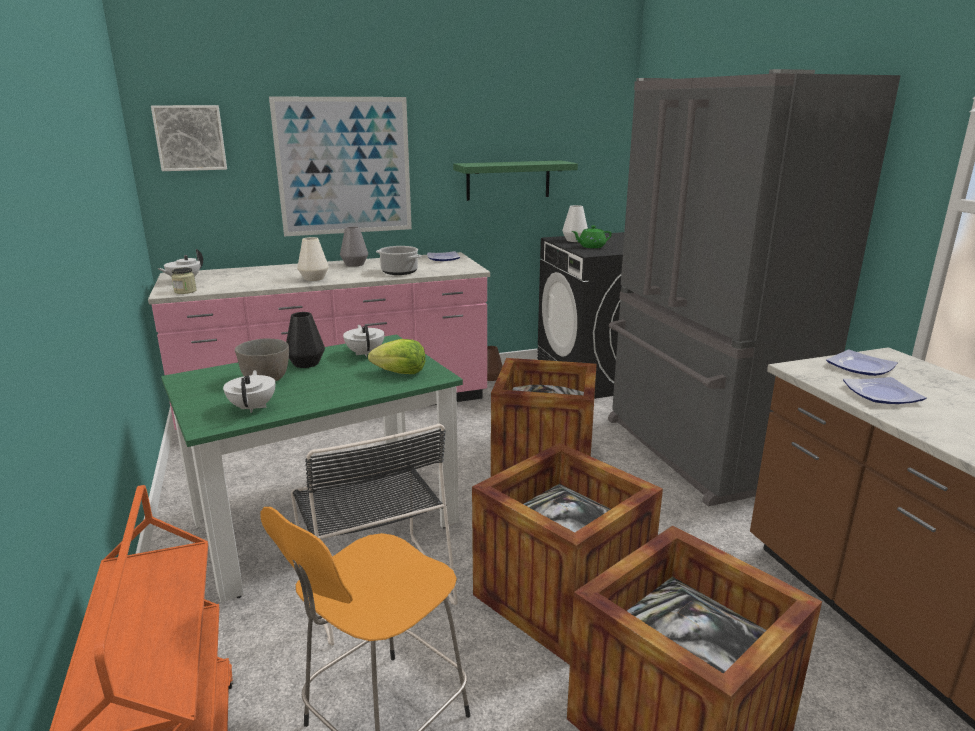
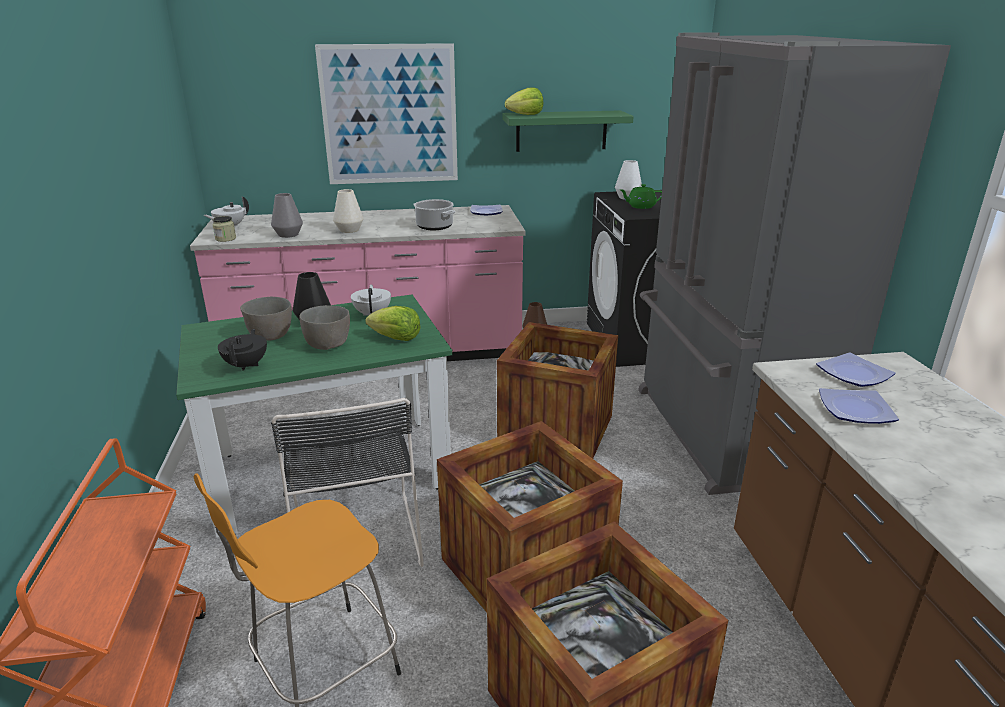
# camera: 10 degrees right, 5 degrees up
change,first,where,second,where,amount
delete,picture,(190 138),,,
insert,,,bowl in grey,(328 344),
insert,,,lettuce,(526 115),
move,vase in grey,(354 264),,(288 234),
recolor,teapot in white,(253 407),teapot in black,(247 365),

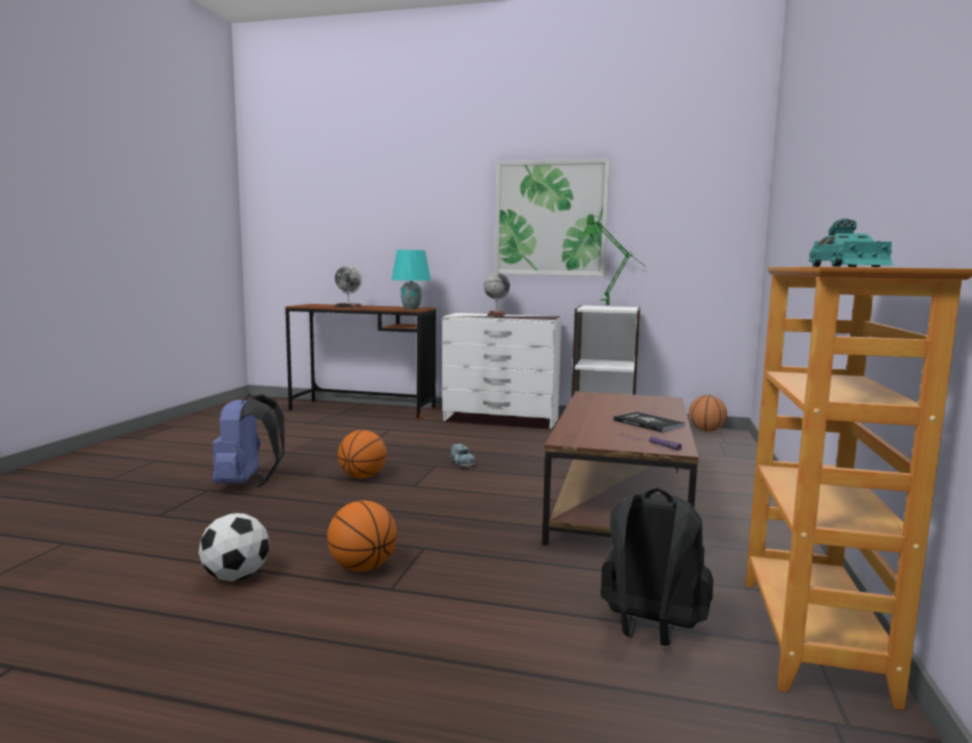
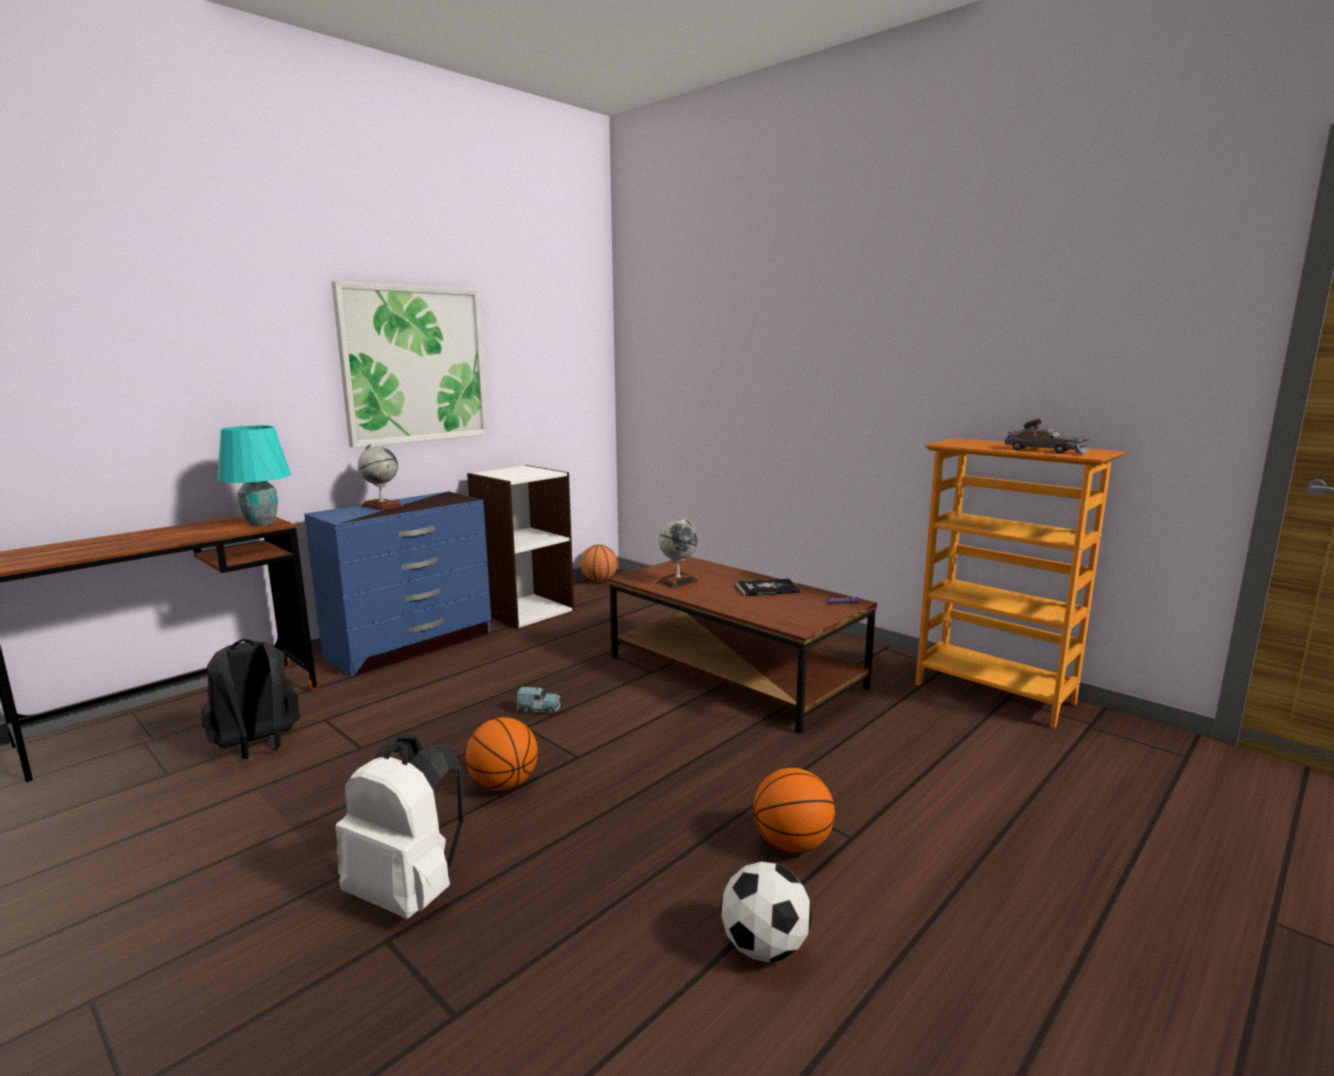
# camera: 60 degrees left, 5 degrees up
change,first,where,second,where,amount
delete,table lamp in green,(611 306),,,
move,globe,(348 307),,(678 581),
move,backpack in black,(650 630),,(257 747),
recolor,backpack in blue,(247 484),backpack in white,(409 892),
recolor,dresser in white,(501 420),dresser in blue,(412 645),
recolor,toy car in turquoise,(846 266),toy car in grey,(1045 450),

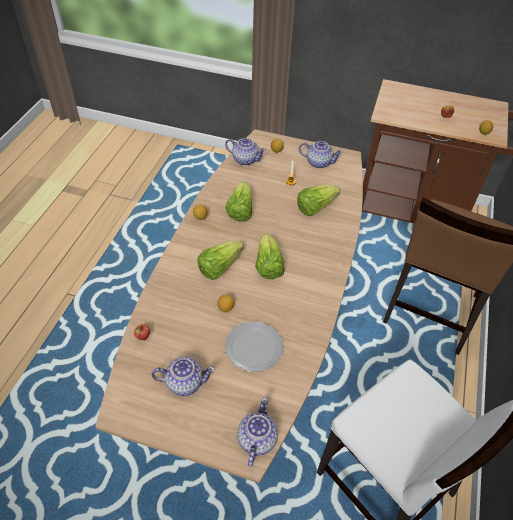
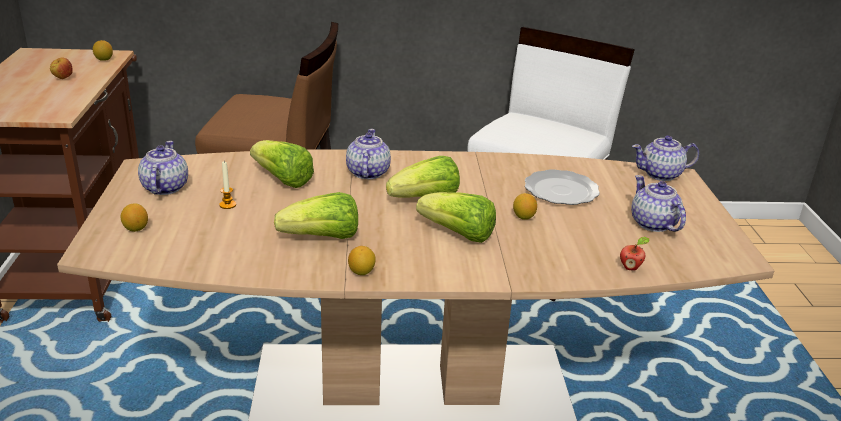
# camera: 110 degrees left, 20 degrees down
change,first,where,second,where,amount
move,teapot,(245 159),,(367 173),

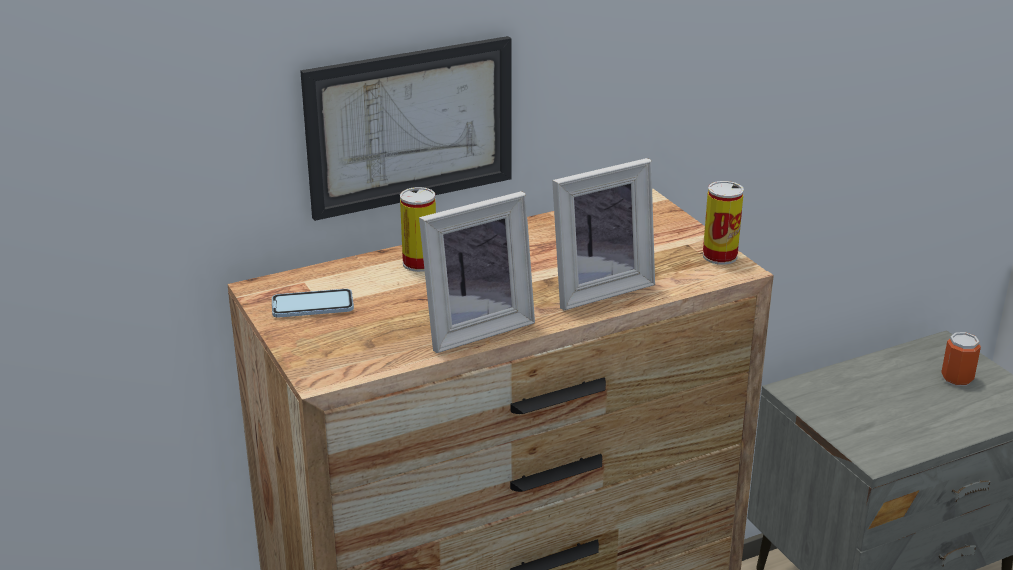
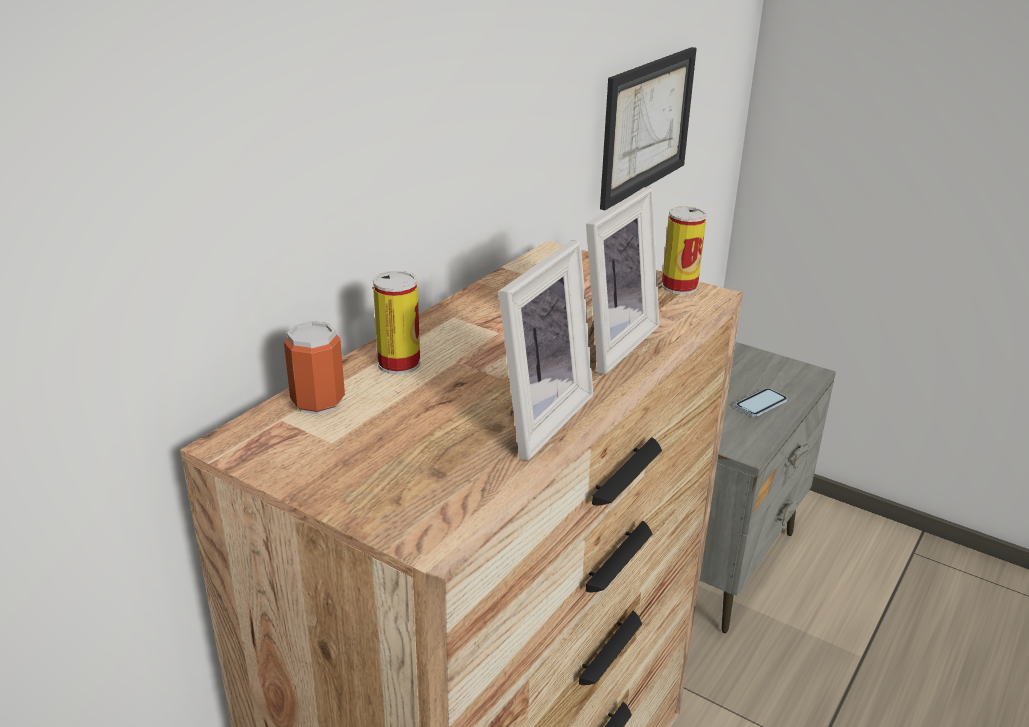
# camera: 30 degrees left, 0 degrees up
change,first,where,second,where,amount
move,phone,(312 306),,(761 404),
move,picture,(410 126),,(646 125),
move,can,(957 378),,(318 401),

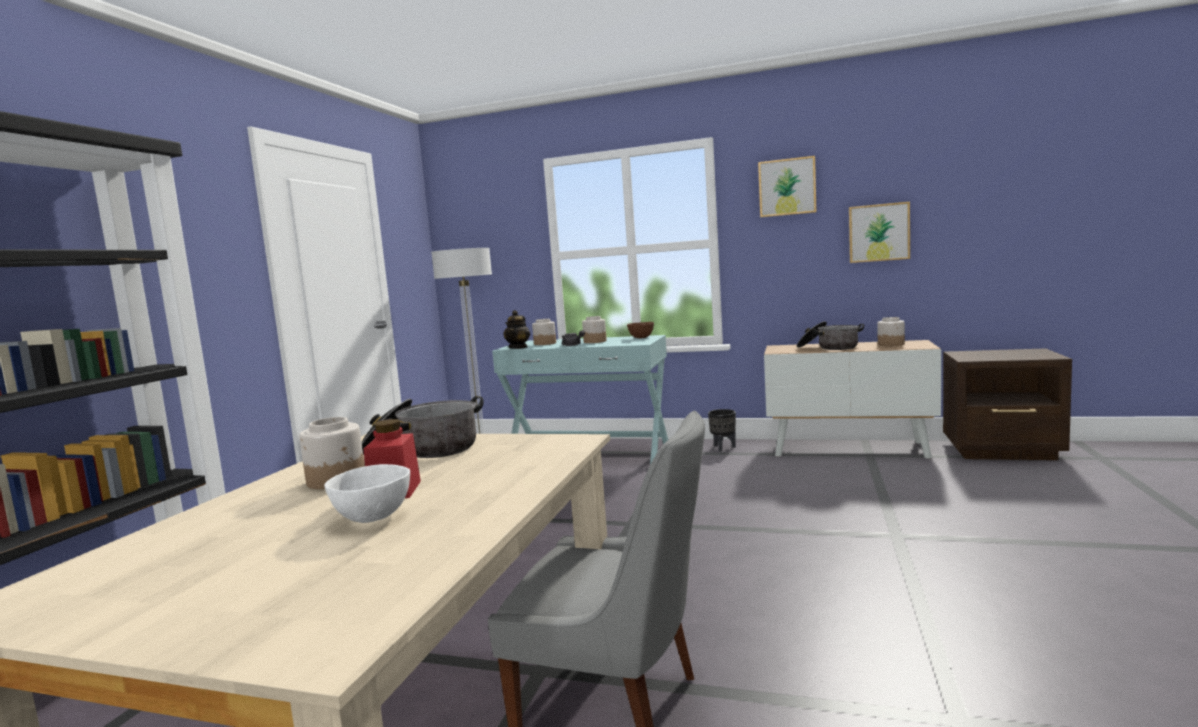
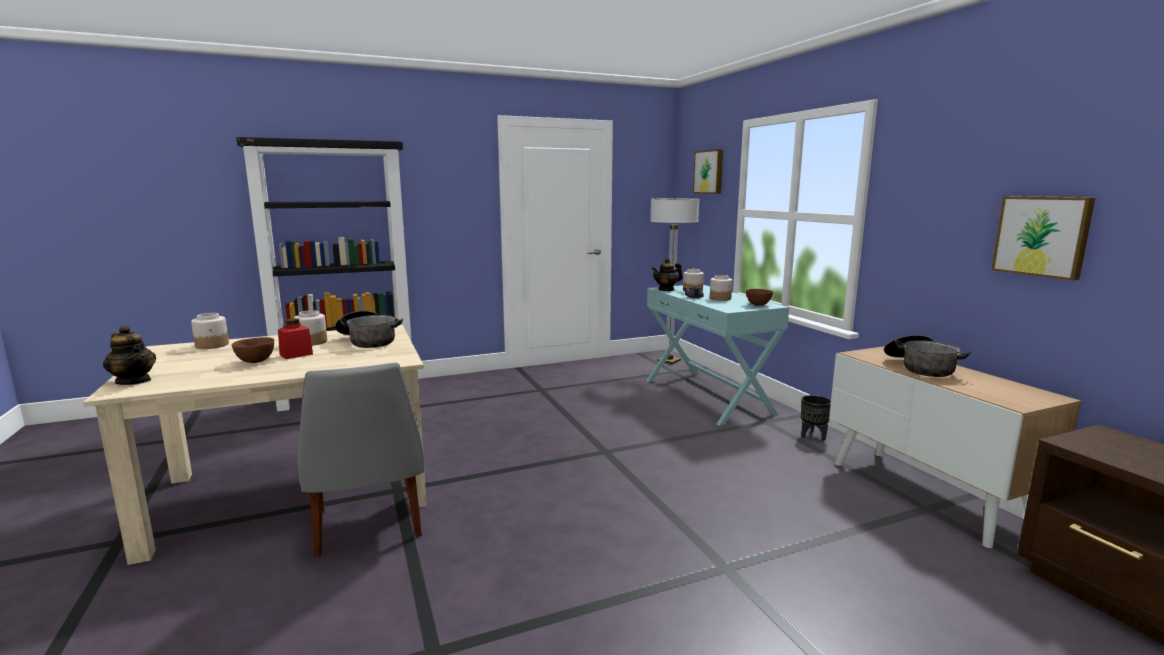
# camera: 50 degrees right, 5 degrees up
change,first,where,second,where,amount
insert,,,teapot,(134 381),
move,picture,(787 187),,(709 172),
move,jar,(891 344),,(212 345),
recolor,bowl in white,(374 518),bowl in brown,(255 361),

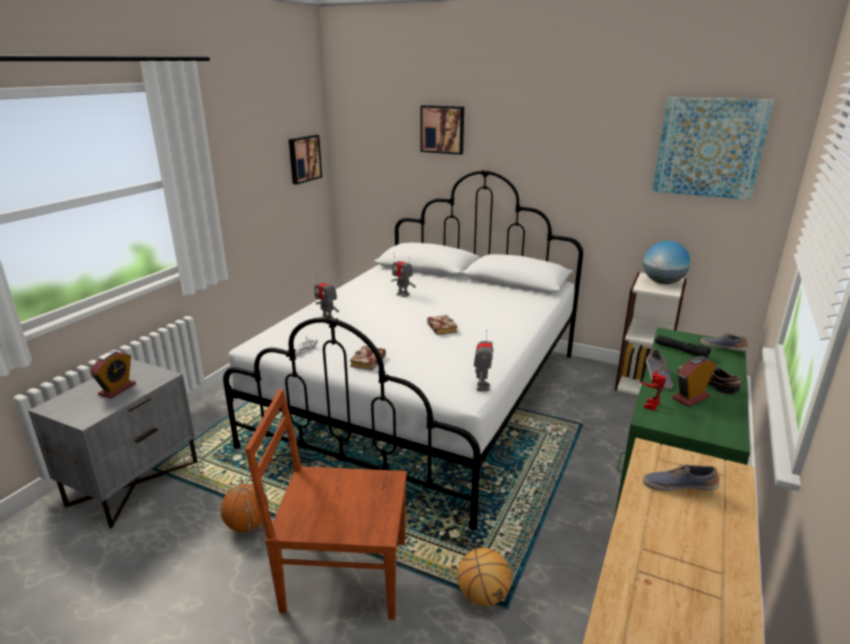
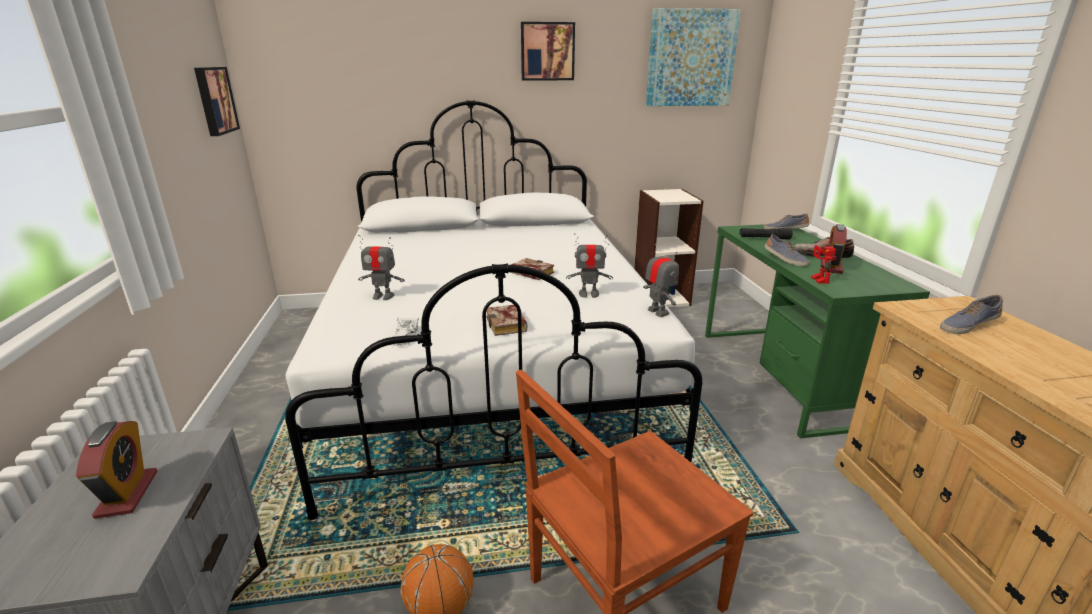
# camera: 35 degrees left, 0 degrees up
change,first,where,second,where,amount
delete,basketball,(482 595),,,
delete,globe,(662 283),,,
move,toy robot,(402 294),,(589 294),
move,picture,(443 129),,(547 51),

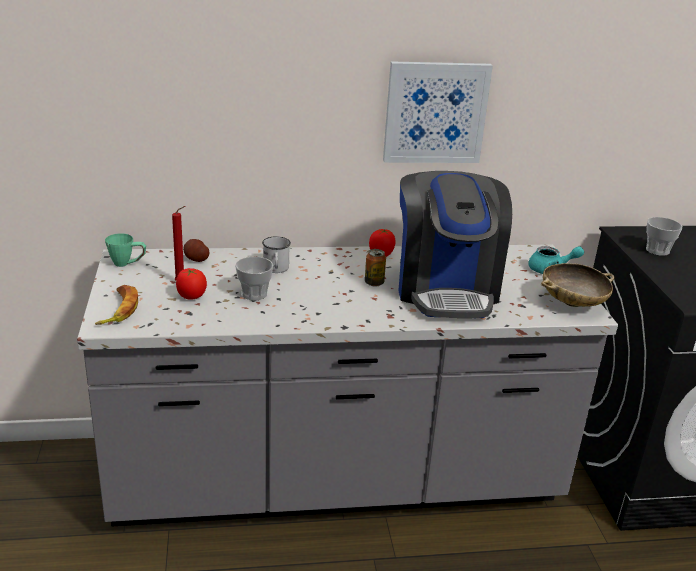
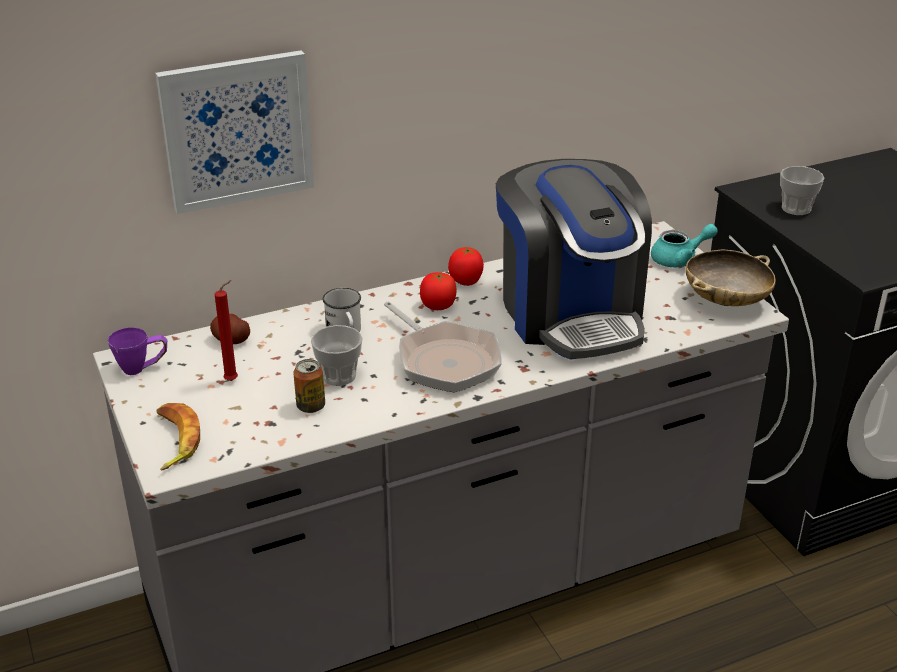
# camera: 15 degrees left, 5 degrees up
change,first,where,second,where,amount
insert,,,frying pan,(444 360),
move,tomato,(191 296),,(438 306),
move,can,(374 283),,(311 406),
move,picture,(435 112),,(237 130),
recolor,mug in green,(127 264),mug in purple,(142 368),

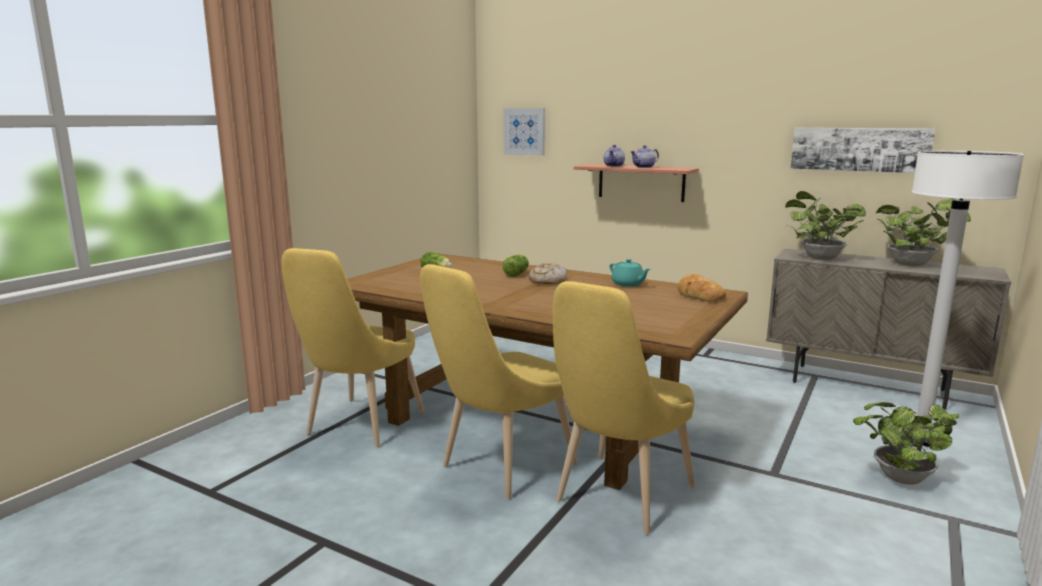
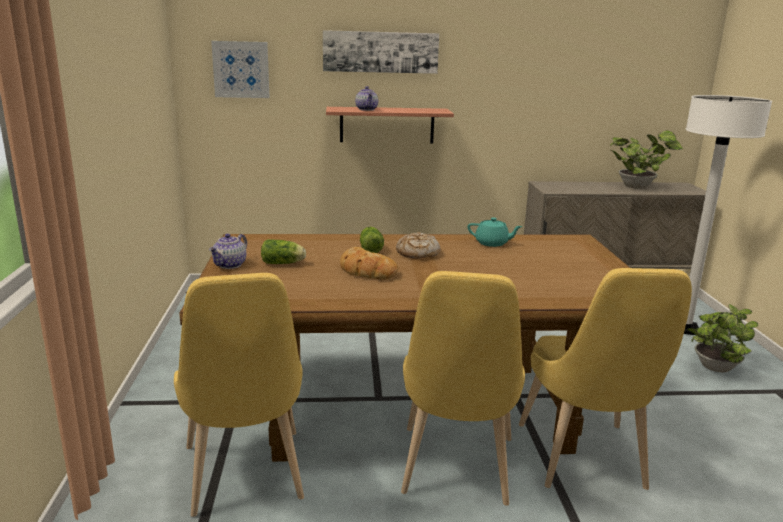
# camera: 35 degrees left, 5 degrees up
change,first,where,second,where,amount
delete,potted plant,(818 257),,,
move,teapot,(644 167),,(230 265),
move,bread,(699 294),,(366 270),
move,picture,(859 149),,(380 52),

